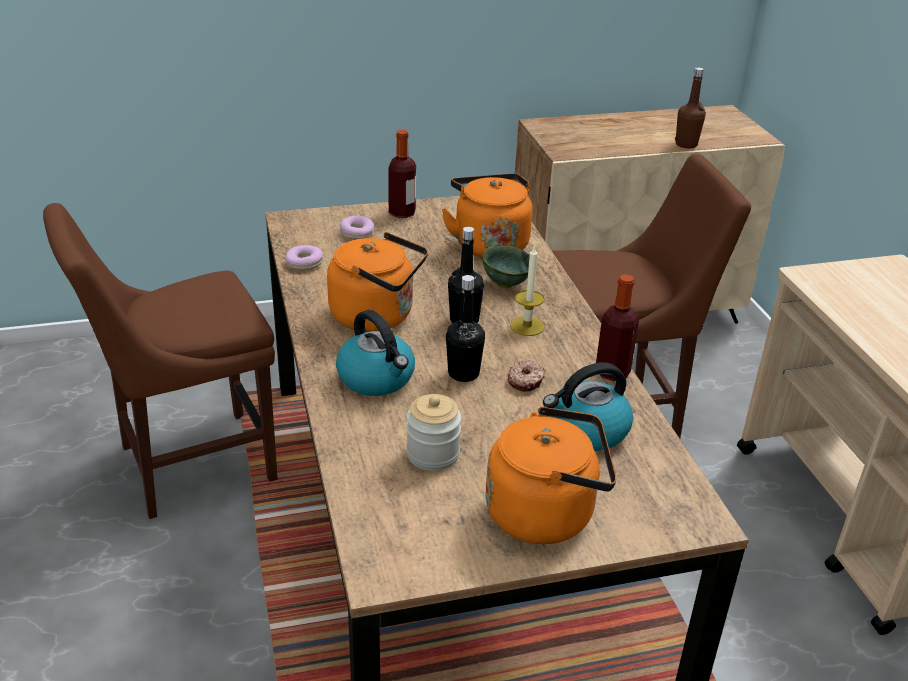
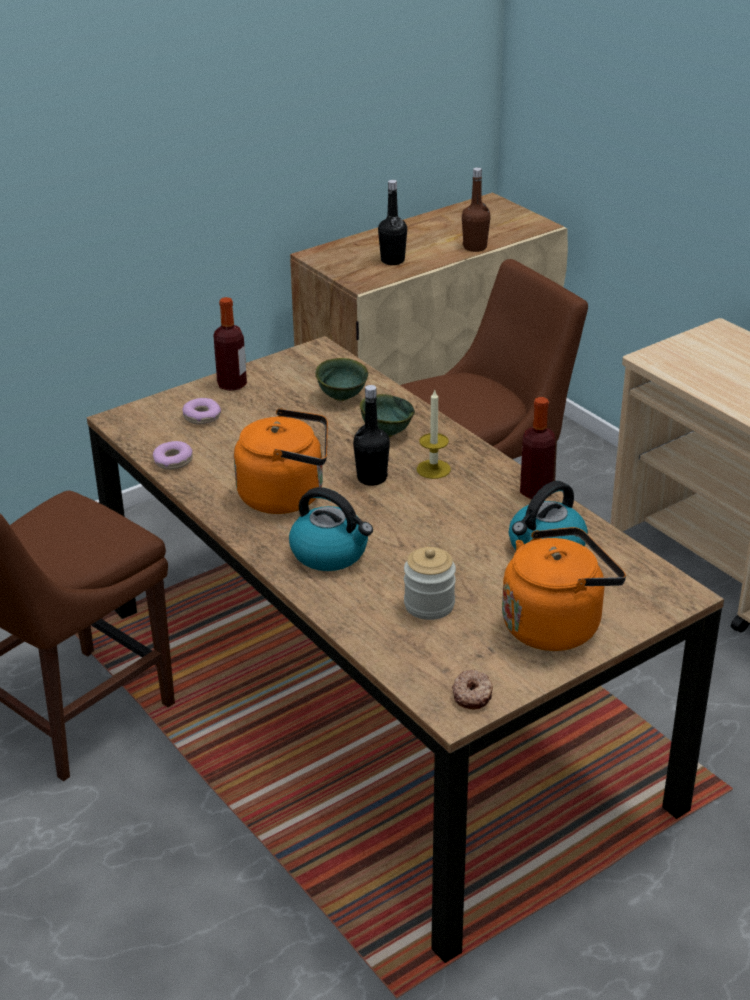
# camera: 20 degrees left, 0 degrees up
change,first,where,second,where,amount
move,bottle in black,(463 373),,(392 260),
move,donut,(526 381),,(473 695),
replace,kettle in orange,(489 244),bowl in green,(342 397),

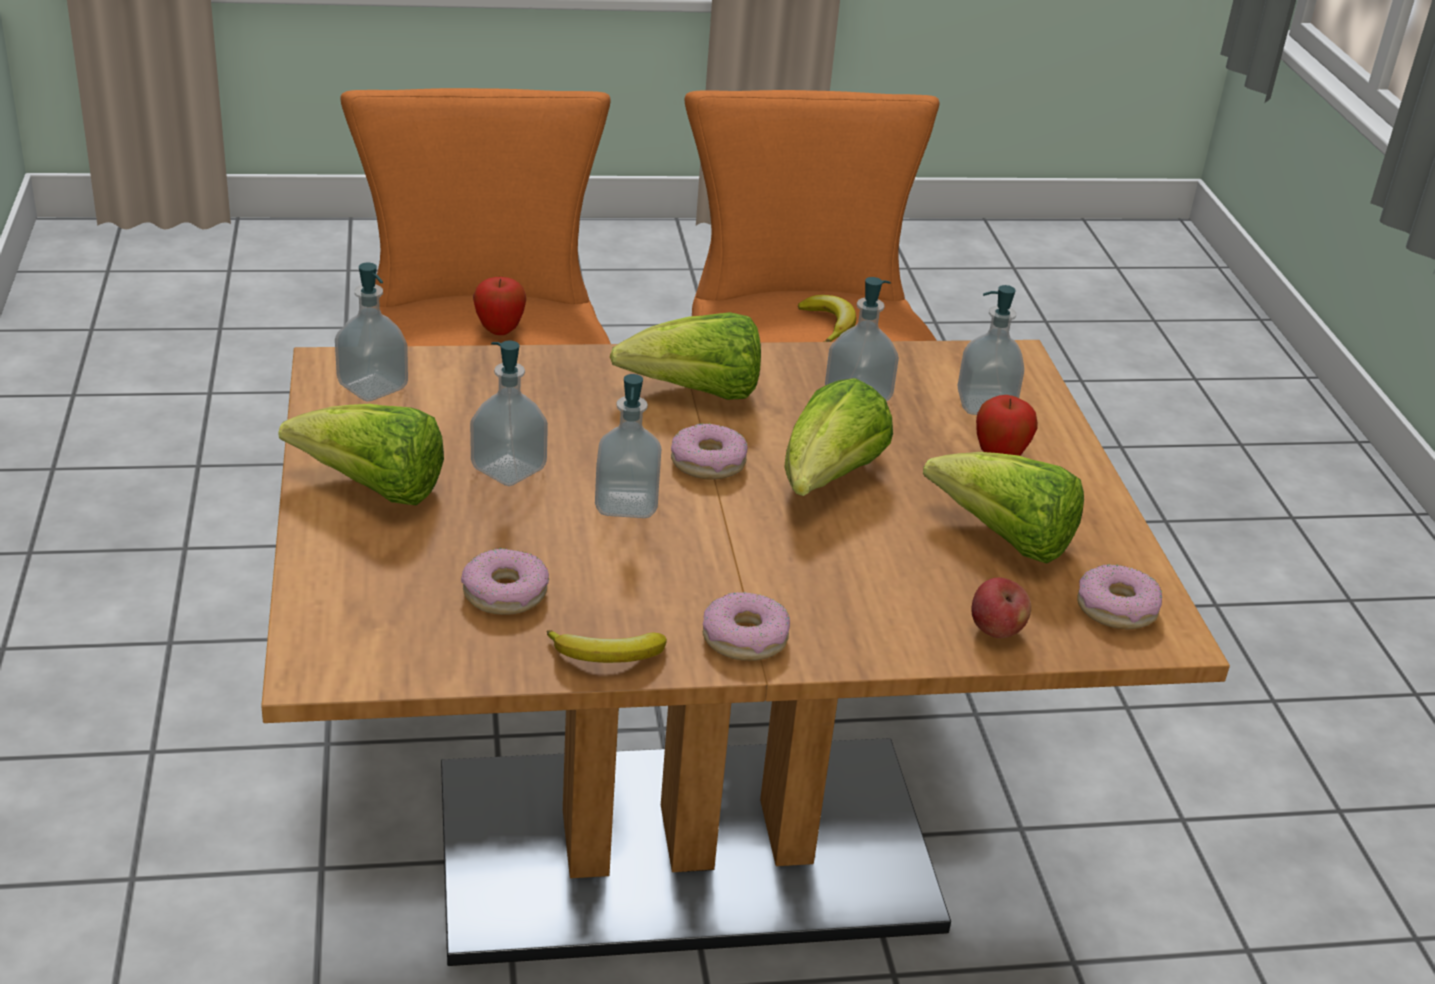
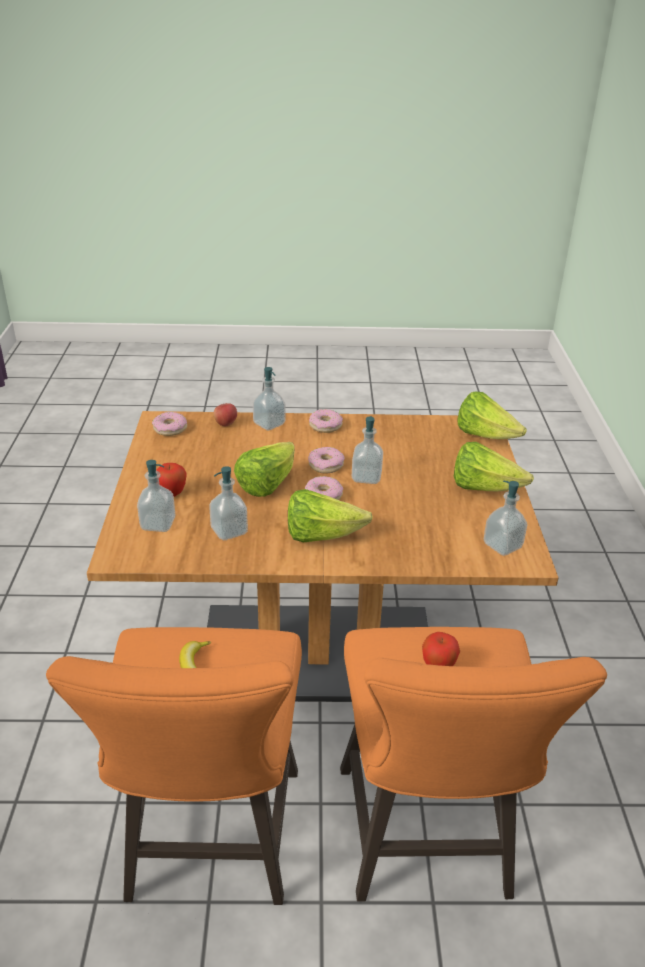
# camera: 170 degrees left, 0 degrees up
change,first,where,second,where,amount
delete,banana,(607 656),,,
move,donut,(505 593),,(326 465),
move,soap dispenser,(508 469),,(269 424),
move,lettuce,(1004 540),,(485 436),

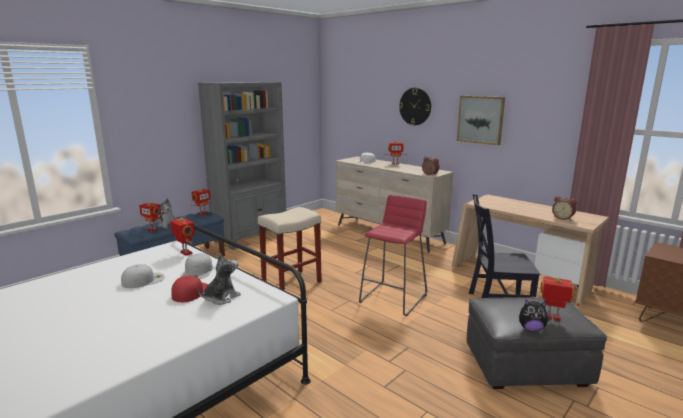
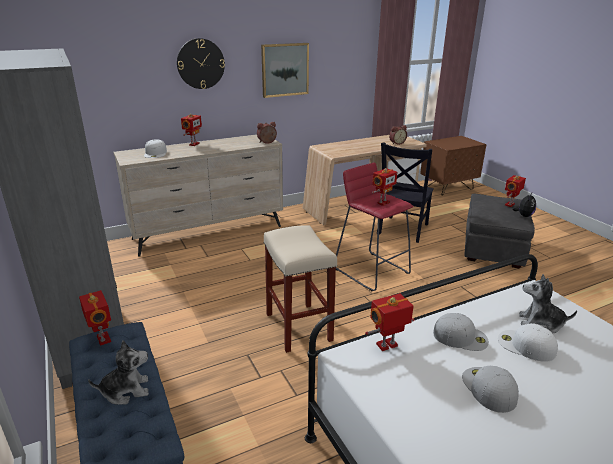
# camera: 70 degrees left, 10 degrees up
change,first,where,second,where,amount
move,toy robot,(152 230),,(382 202),
recolor,cap in red,(190 291),cap in white,(525 345),
rotate,plush toy,(221 298),,(540 323),45 degrees counterclockwise

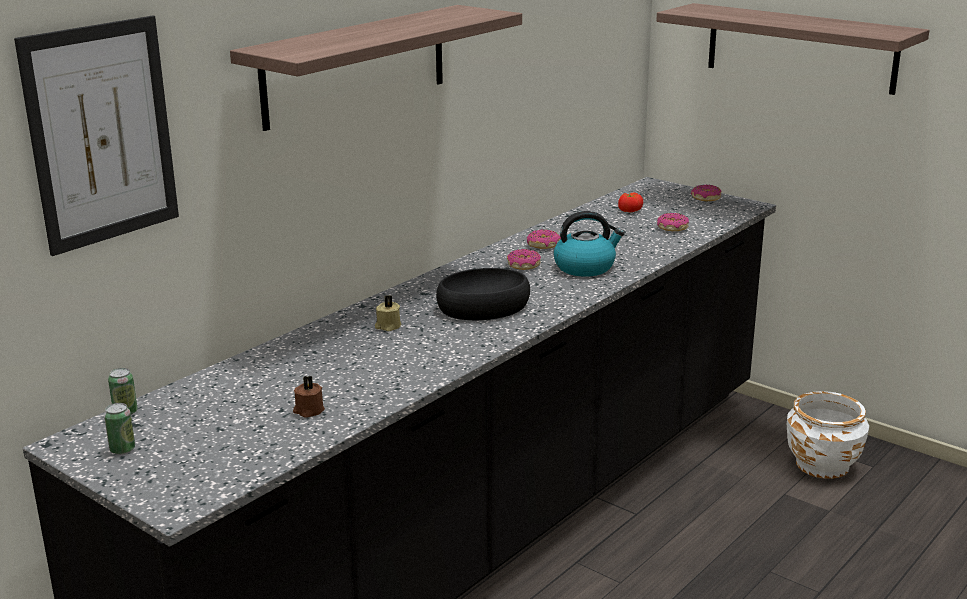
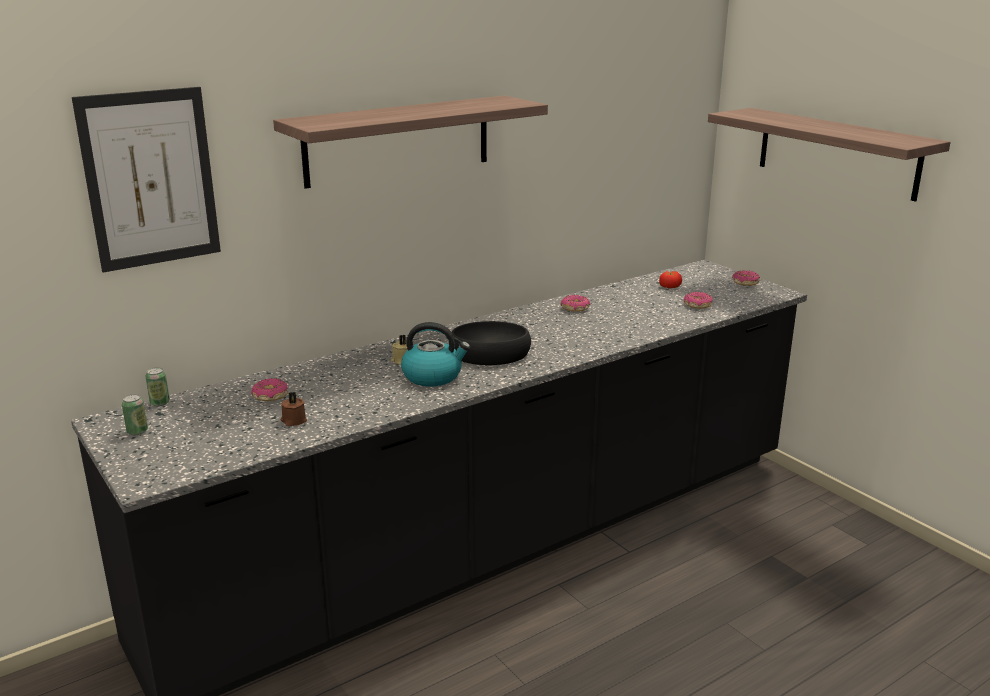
# camera: 15 degrees right, 0 degrees up
change,first,where,second,where,amount
delete,planter in white,(822 464),,,
move,donut,(523 265),,(270 396),
move,kettle,(585 267),,(433 376),

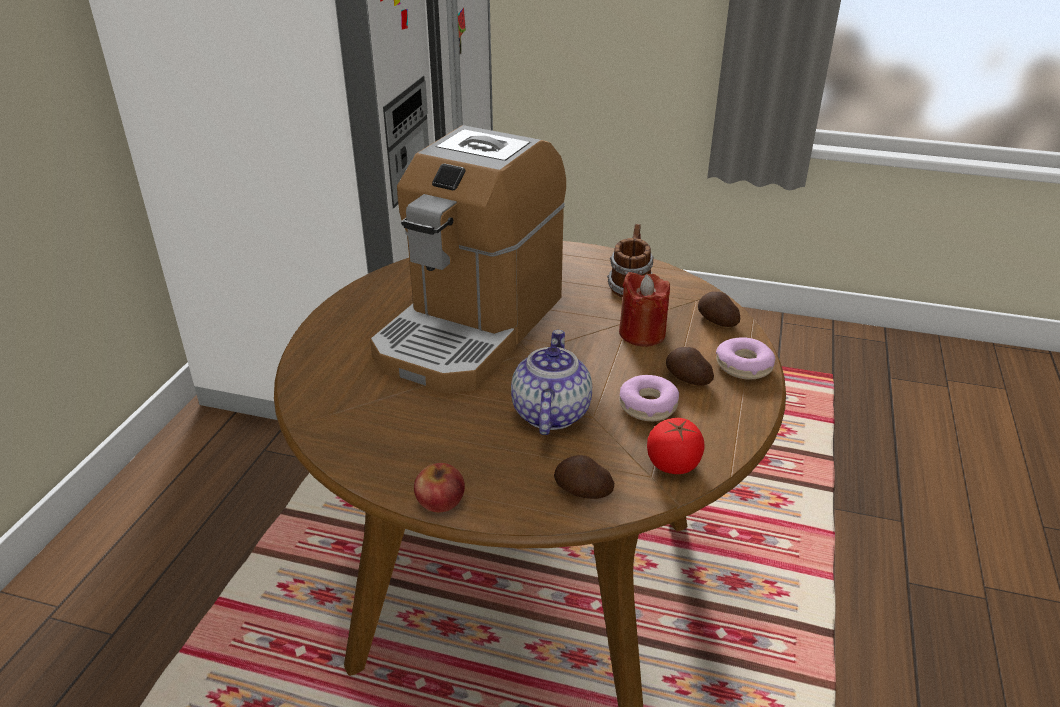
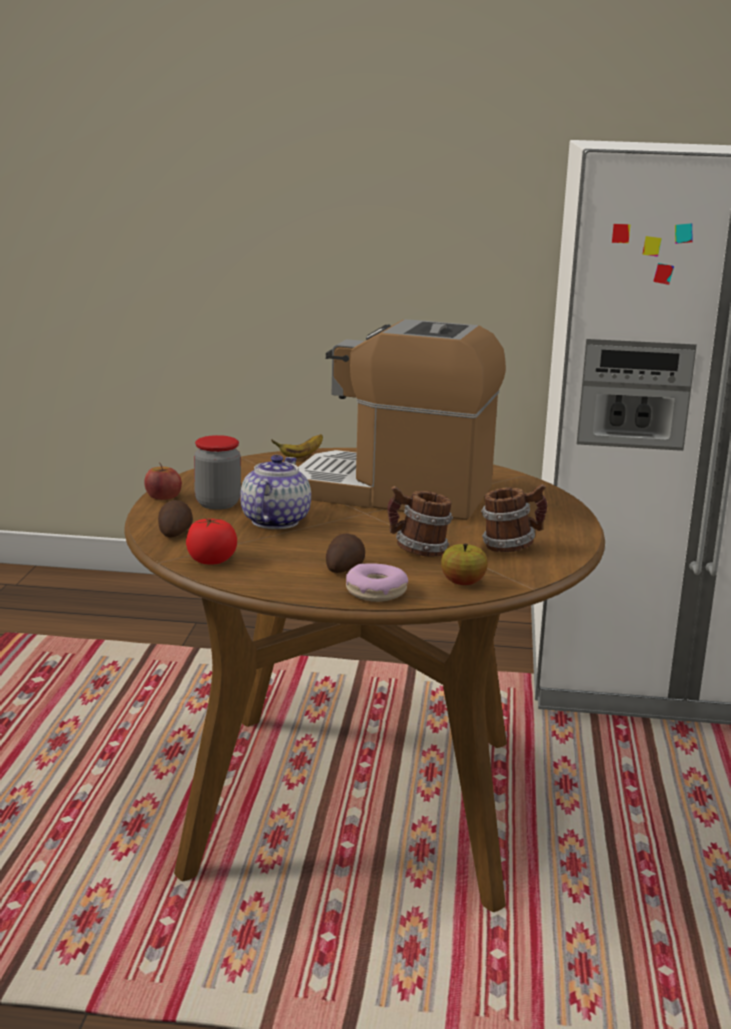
# camera: 80 degrees right, 15 degrees down
change,first,where,second,where,amount
delete,donut,(648 405),,,
insert,,,jar,(218 504),
insert,,,banana,(301 456),
replace,candle in red,(642 333),mug,(418 551),
replace,potato,(716 321),apple,(463 583),
rotate,teapot,(549 412),,(274 521),75 degrees counterclockwise

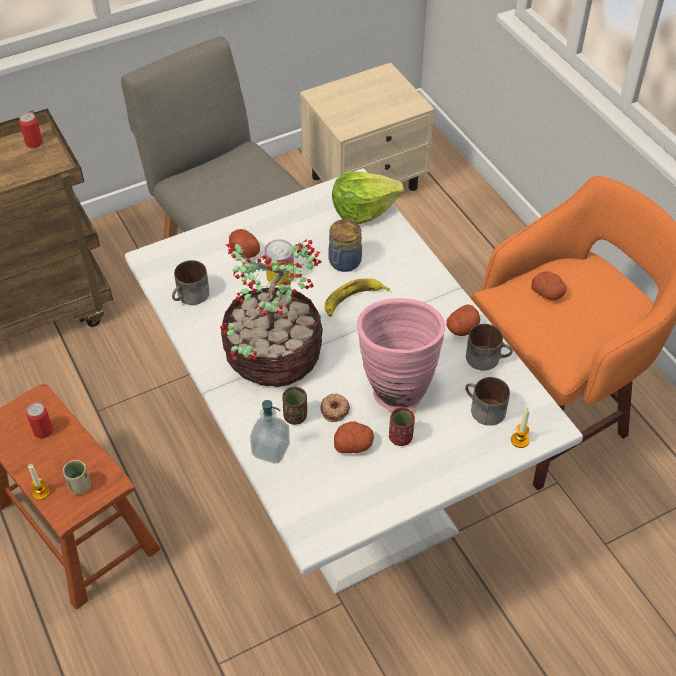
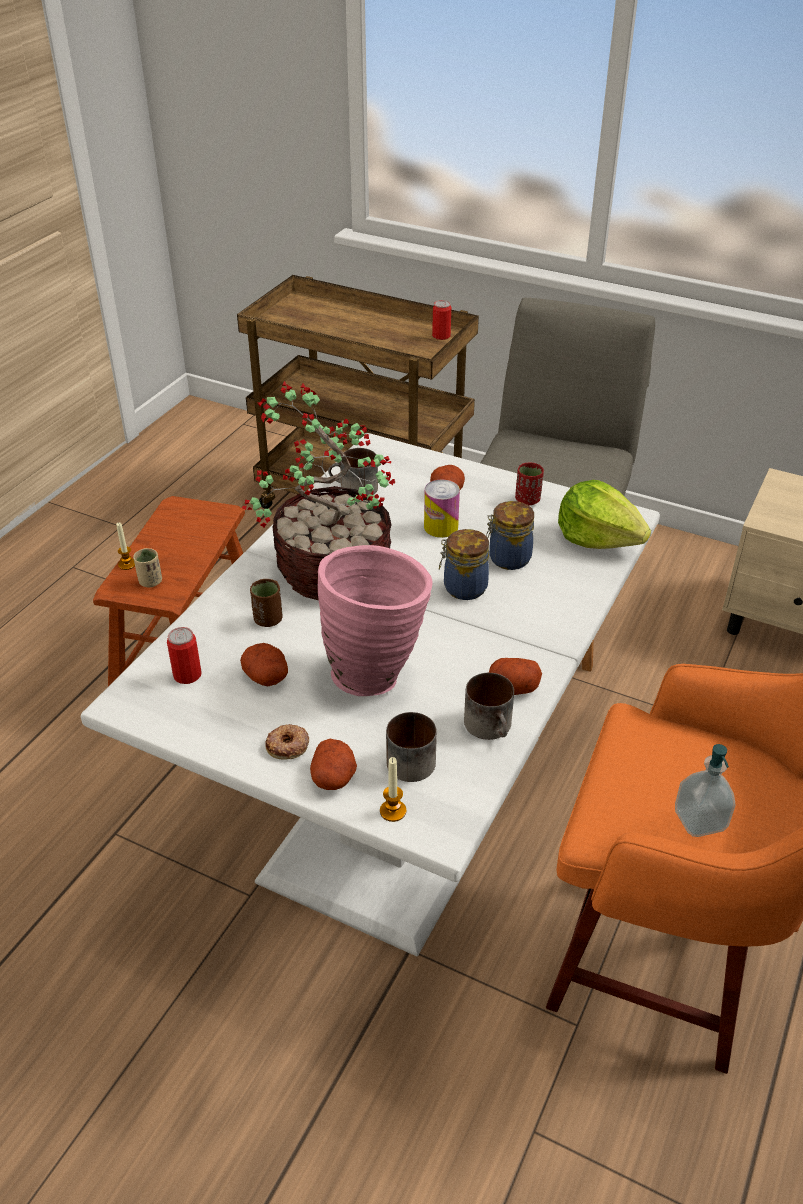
# camera: 55 degrees right, 10 degrees down
change,first,where,second,where,amount
move,can,(43 431),,(187 675),
move,soap dispenser,(271 450),,(700 820),
move,donut,(335 409),,(288 745),
move,cup in red,(400 437),,(527 500),
move,potato,(548 293),,(334 777),
replace,banana,(352 300),jar,(463 587),

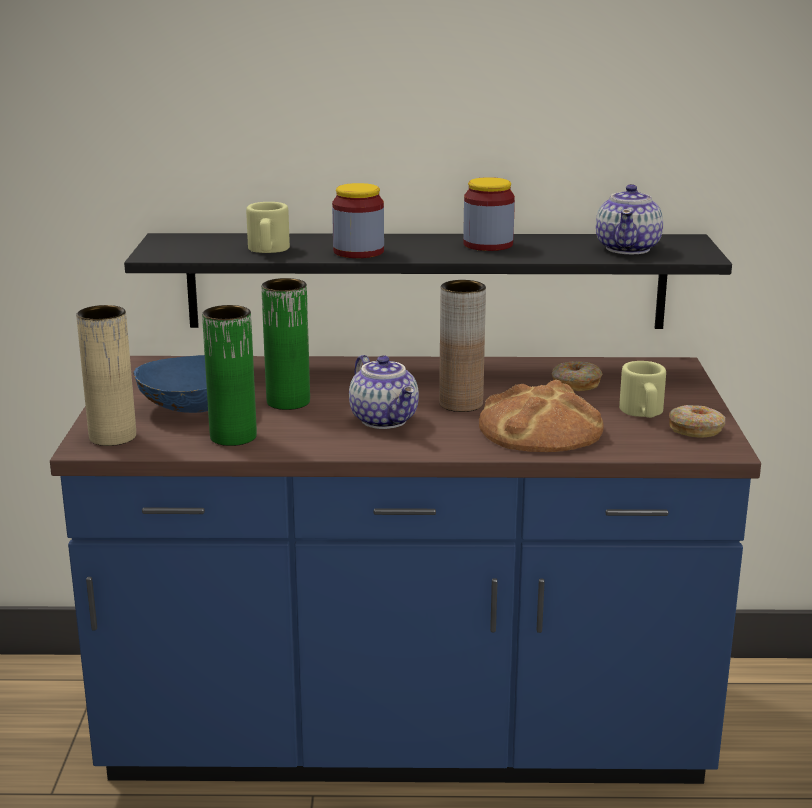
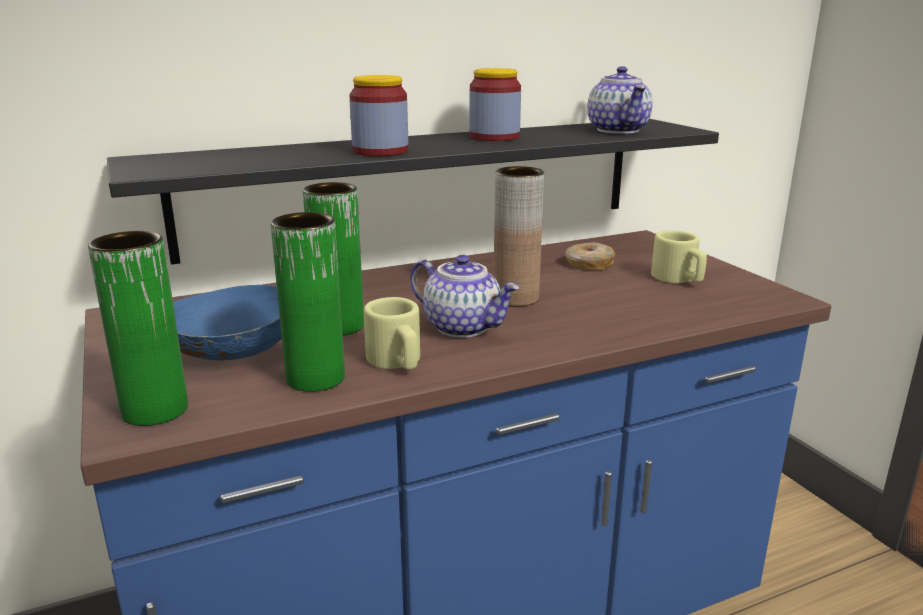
# camera: 25 degrees left, 0 degrees up
change,first,where,second,where,amount
delete,bread,(541 428),,,
delete,donut,(696 430),,,
move,mug in beige,(268 250),,(397 362),
recolor,vase in beige,(112 437),vase in green,(155 410),

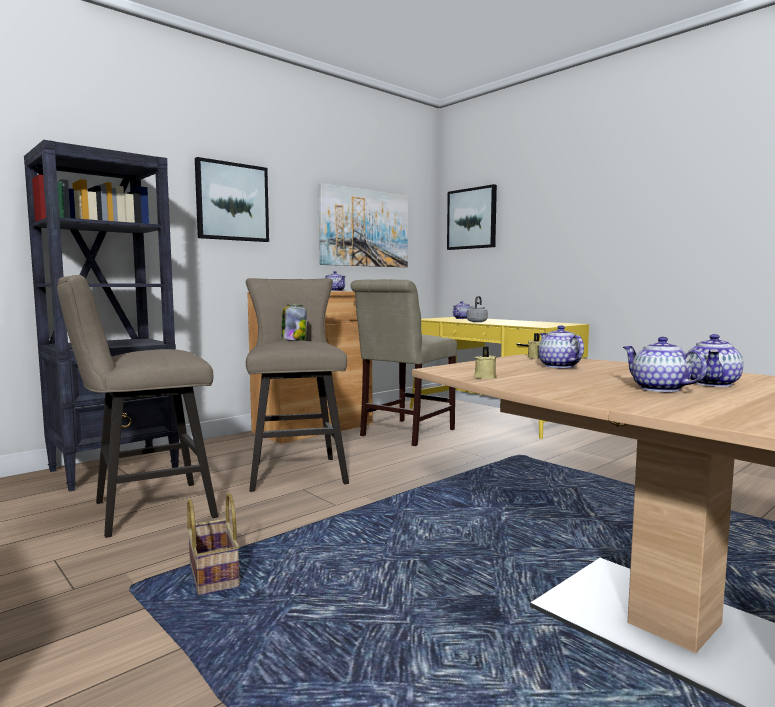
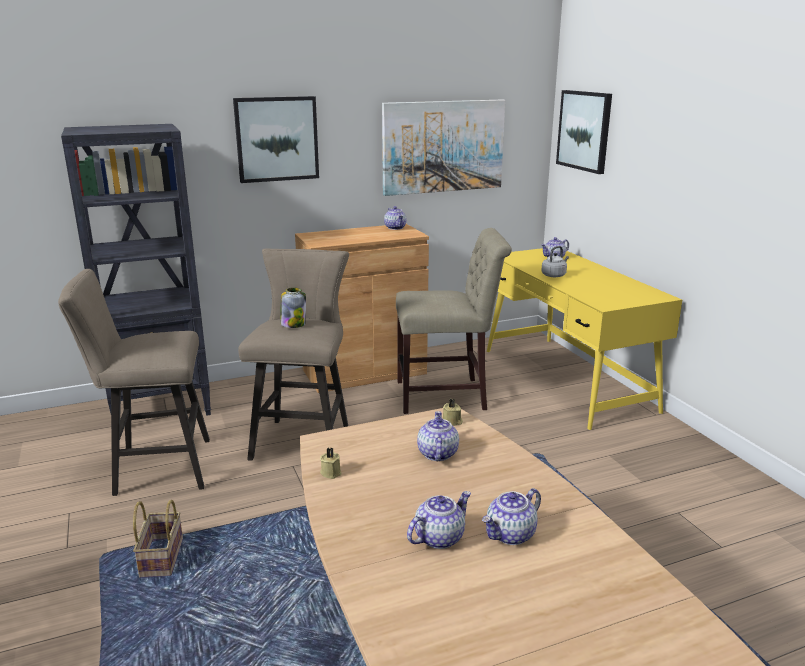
# camera: 20 degrees right, 15 degrees up
change,first,where,second,where,amount
rotate,chair in beige,(404 433),,(447 395),150 degrees counterclockwise
rotate,teapot,(658 389),,(439 537),60 degrees clockwise

